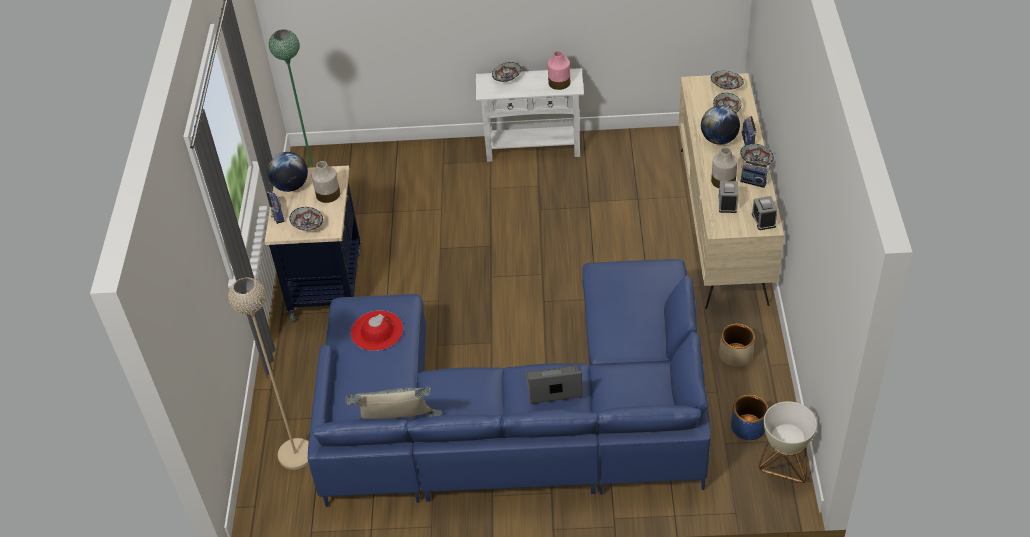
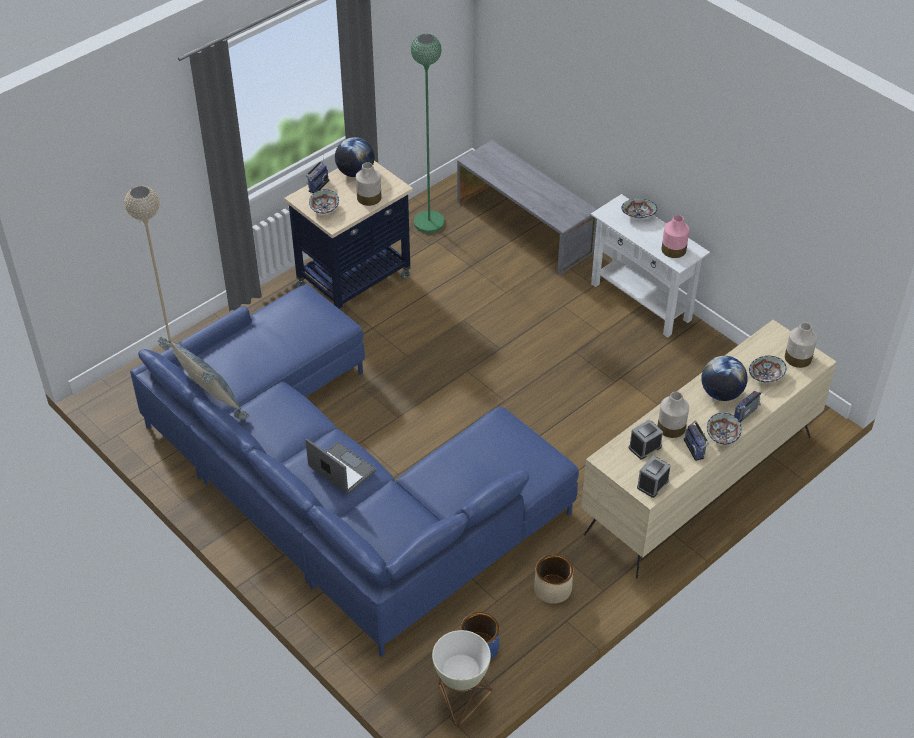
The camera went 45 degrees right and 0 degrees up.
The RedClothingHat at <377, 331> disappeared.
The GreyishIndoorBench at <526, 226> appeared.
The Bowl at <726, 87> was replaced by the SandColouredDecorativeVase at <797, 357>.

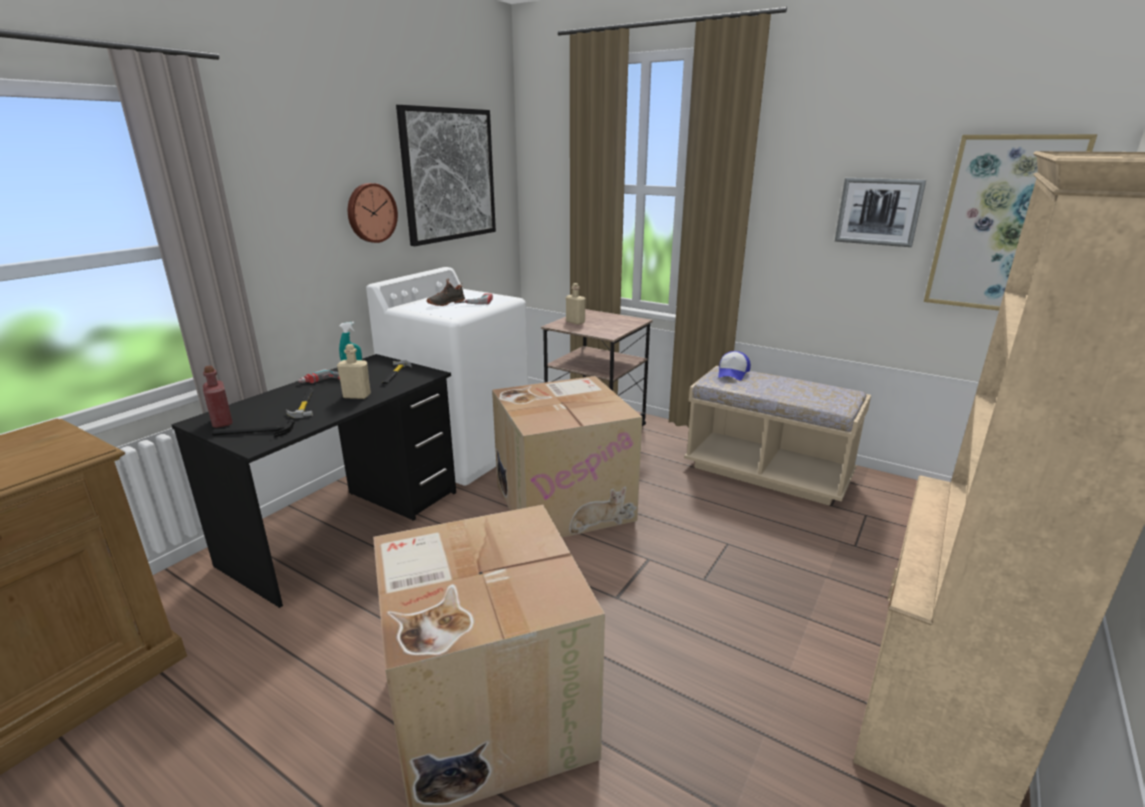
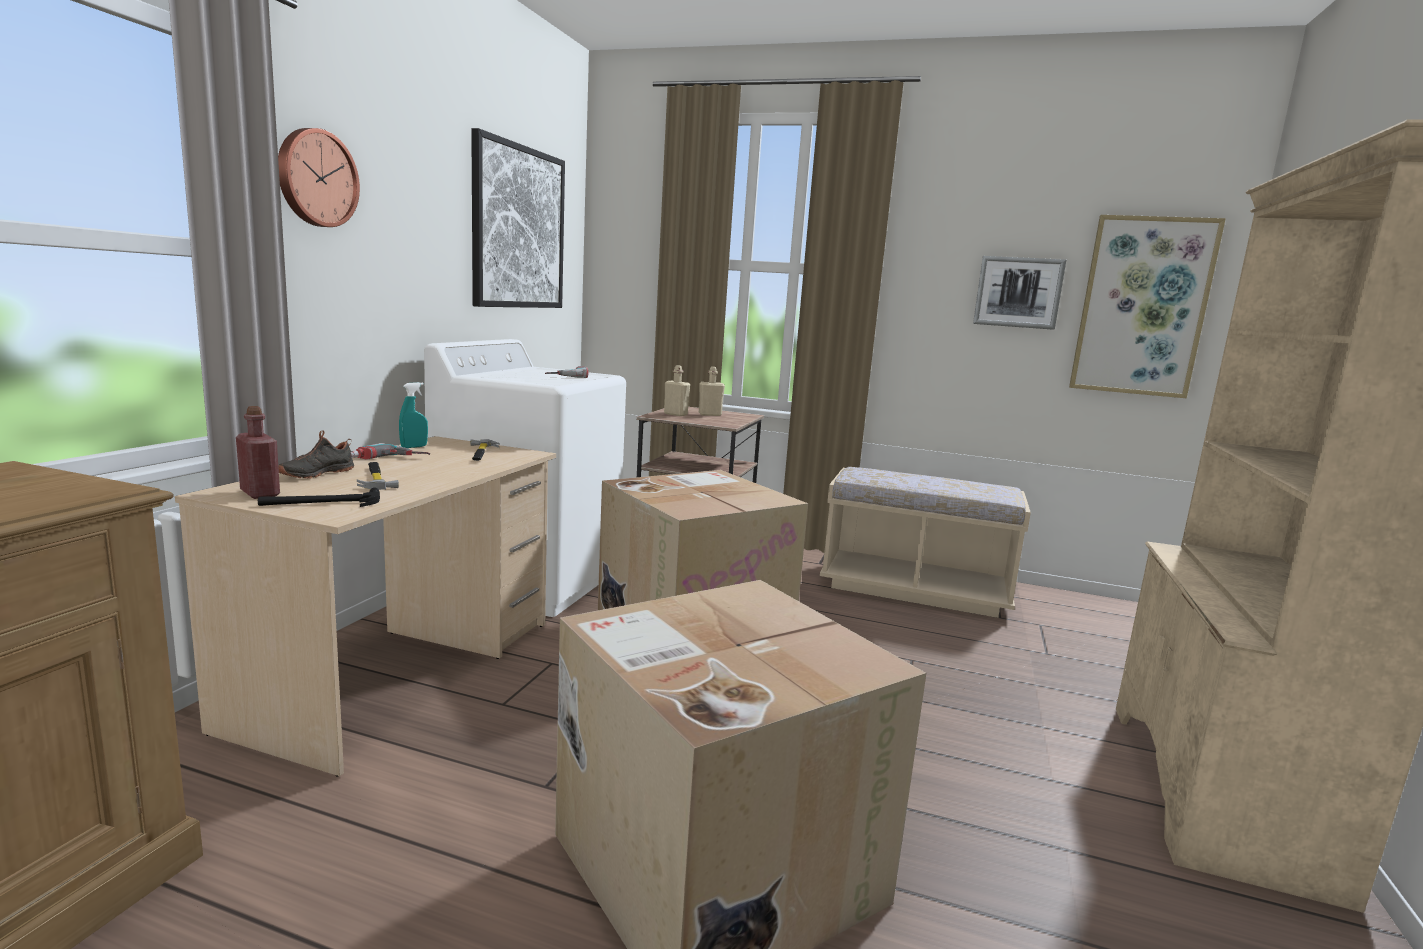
The camera went 15 degrees left and 10 degrees down.
The Cap at <733, 373> disappeared.
The SandColouredBottle moved from <357, 396> to <710, 414>.
The WallClock moved from <371, 213> to <316, 178>.
The BlackColouredLowShoe moved from <445, 303> to <316, 473>.
The BlackColouredDeskTable at <347, 527> became the SandColouredDeskTable at <402, 671>.

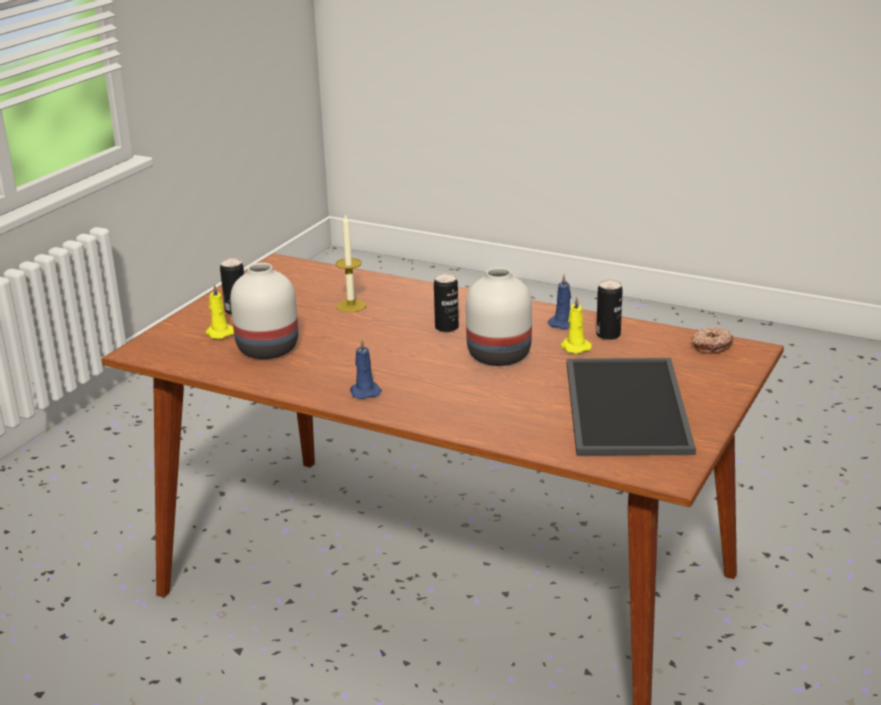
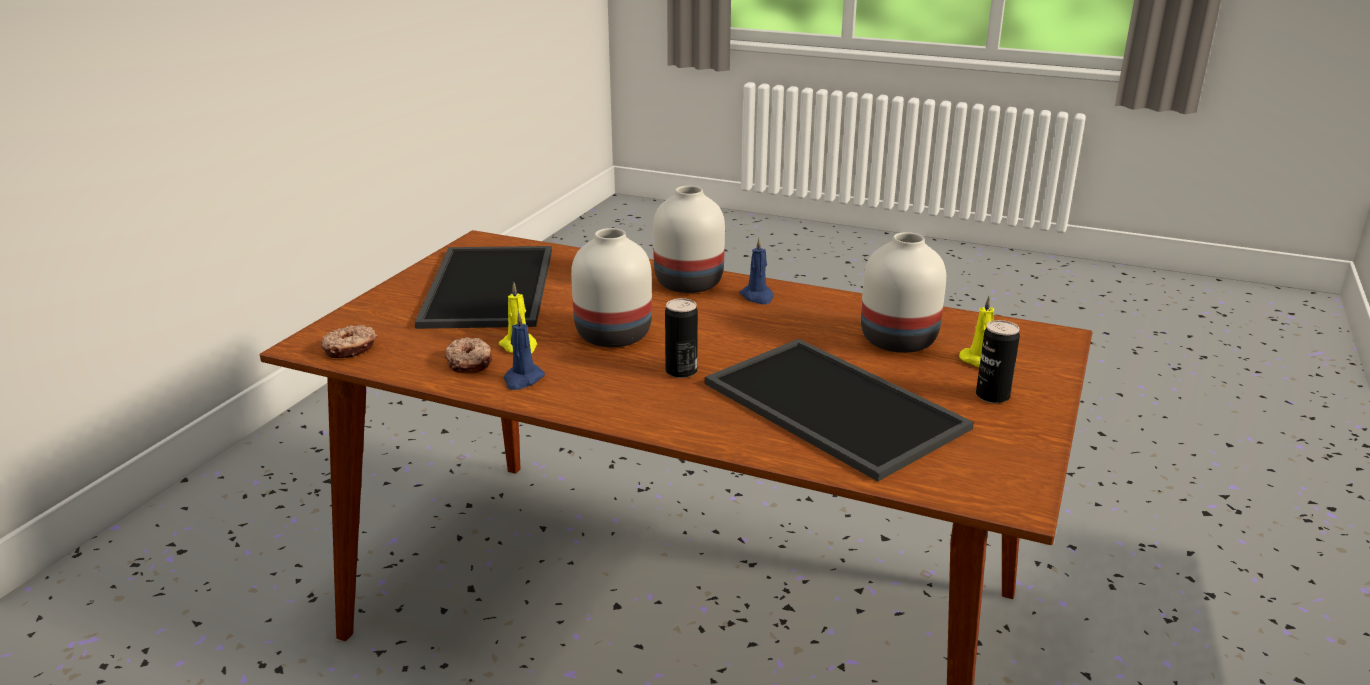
The camera went 175 degrees right and 0 degrees up.
The WhiteDecorativeVase at <690, 283> appeared.
The Candle at <351, 306> was replaced by the Tray at <828, 406>.
The SealedCan at <608, 335> was replaced by the Donut at <470, 363>.

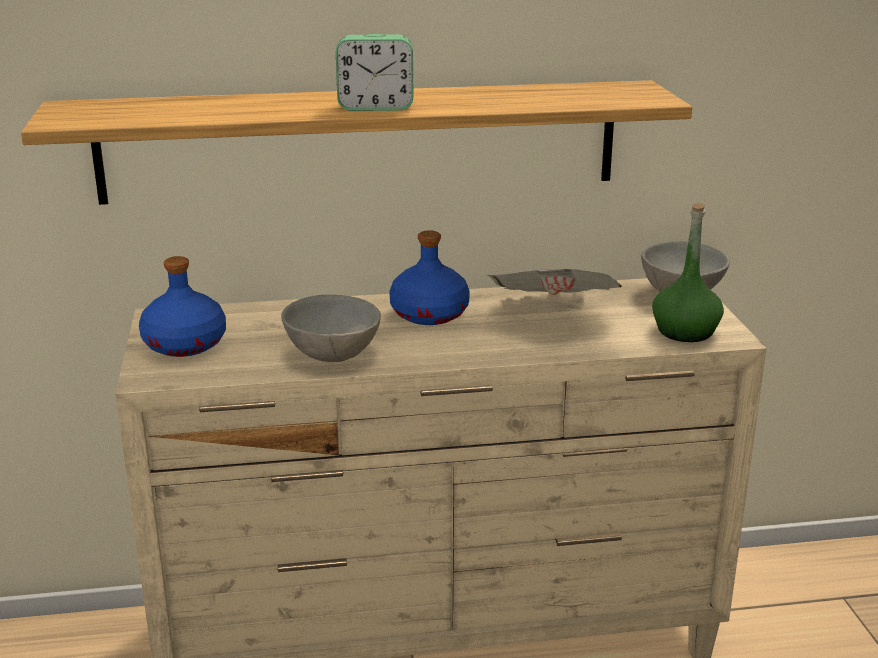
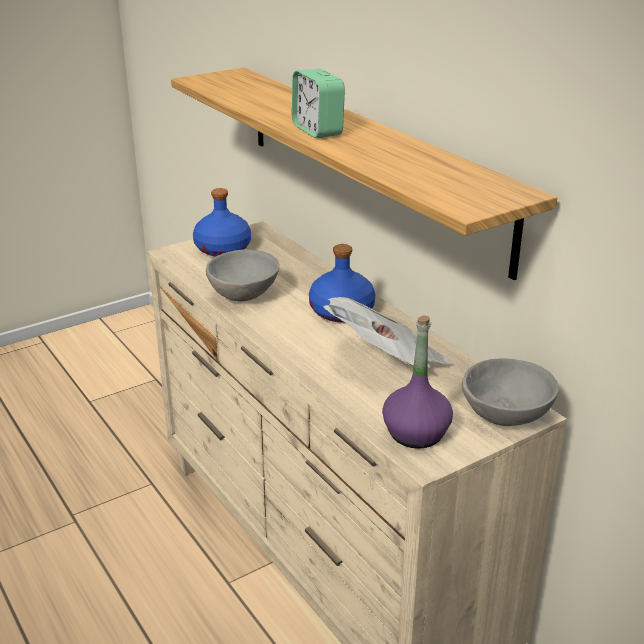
The camera went 65 degrees right and 5 degrees up.
The GreenColouredBottle at <685, 332> became the PurplishBottle at <415, 433>.

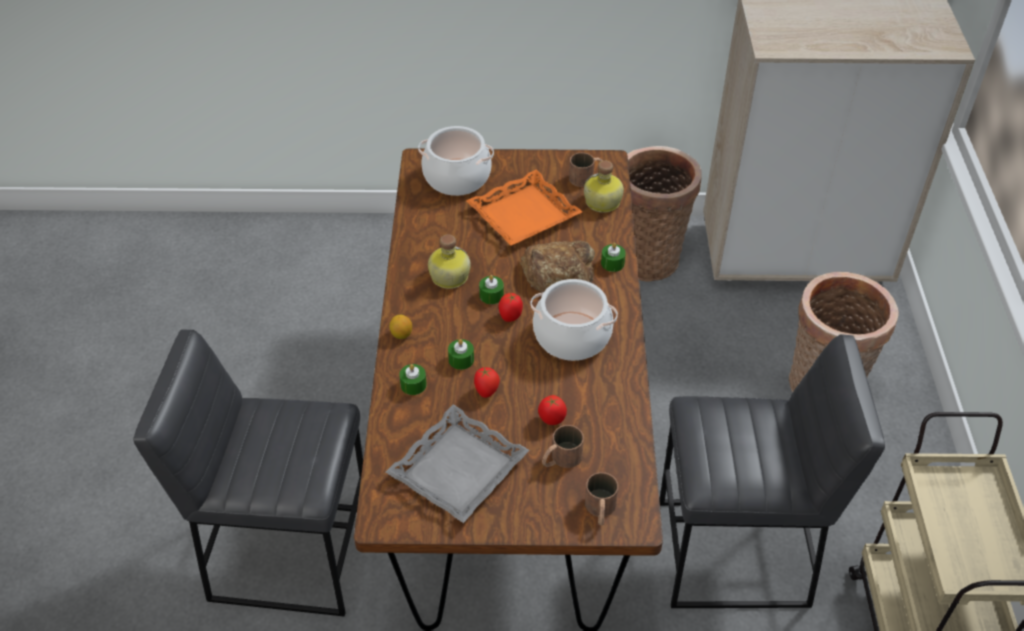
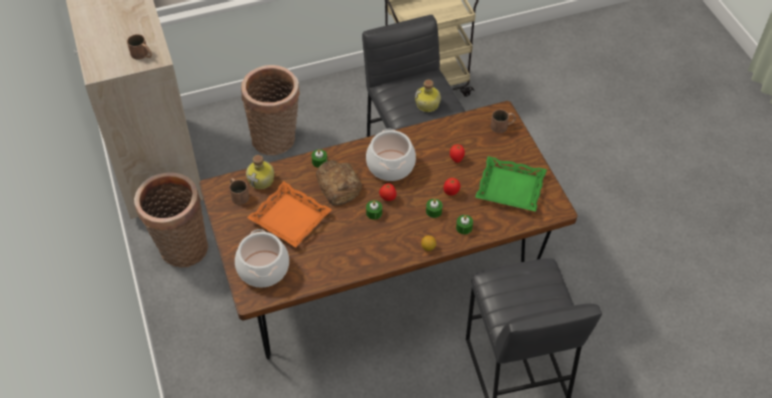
The camera went 110 degrees left and 5 degrees up.
The Bottle moved from <448, 276> to <428, 105>.
The BrownColouredCoffeeMug moved from <560, 459> to <142, 55>.
The GreyishTray at <459, 470> became the GreenColouredTray at <510, 188>.

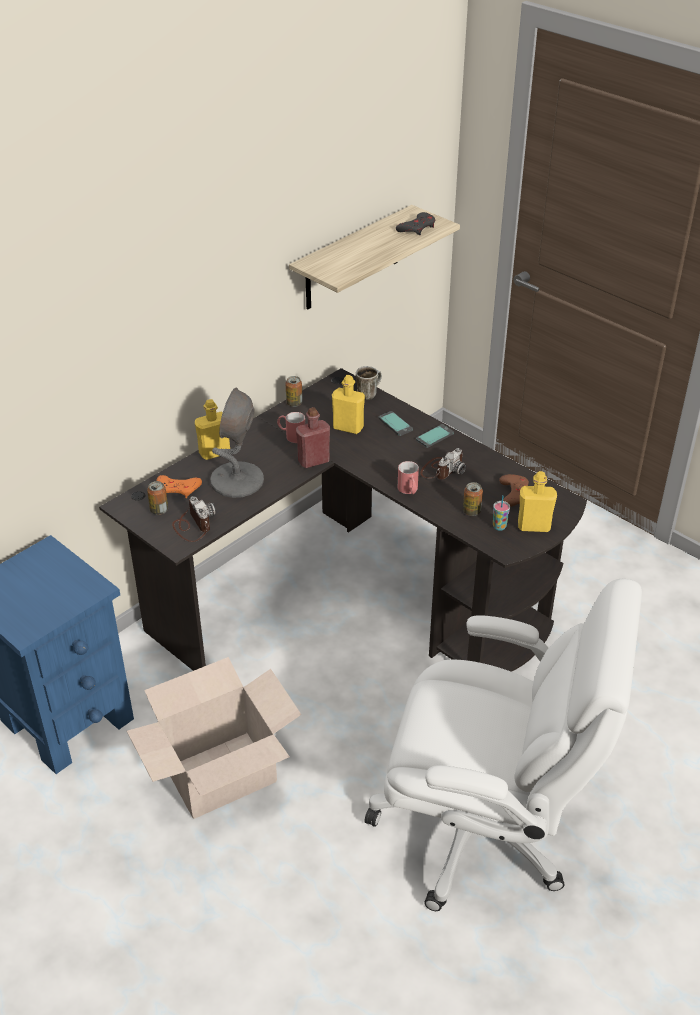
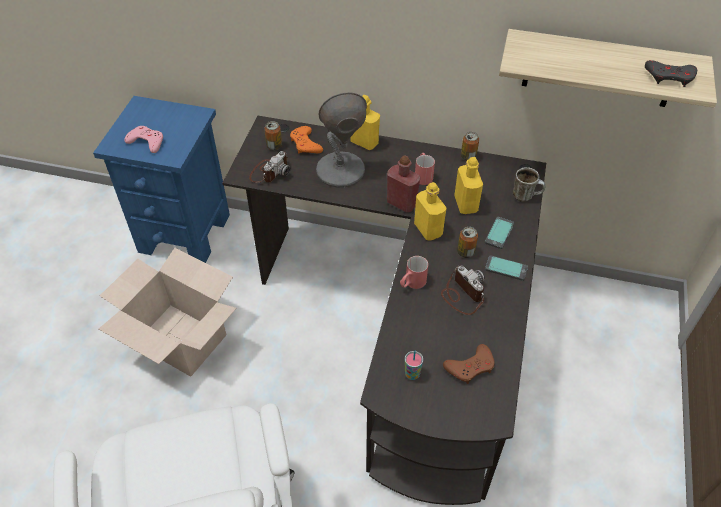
The camera went 60 degrees right and 10 degrees up.
The PinkColouredGamepad at <146, 142> appeared.
The SealedCan moved from <471, 511> to <465, 252>.
The YellowBottle moved from <534, 526> to <428, 230>.
The PhotoCamera at <442, 469> turned 135 degrees counterclockwise.

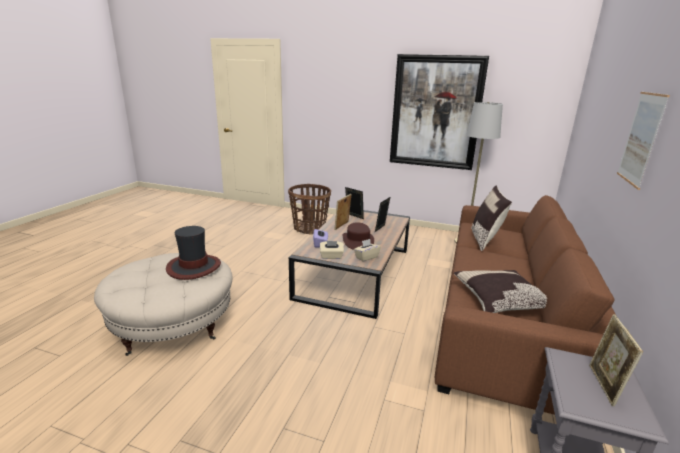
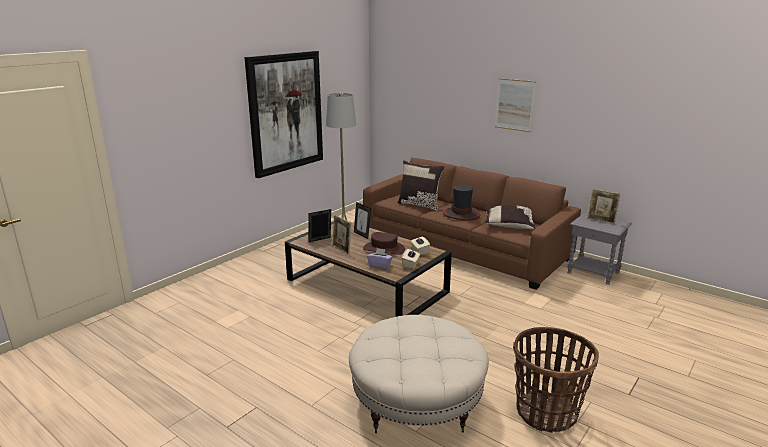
The camera went 70 degrees left and 0 degrees up.
The ClothingHat moved from <194, 267> to <461, 214>.
The StorageBasket moved from <310, 229> to <546, 413>.

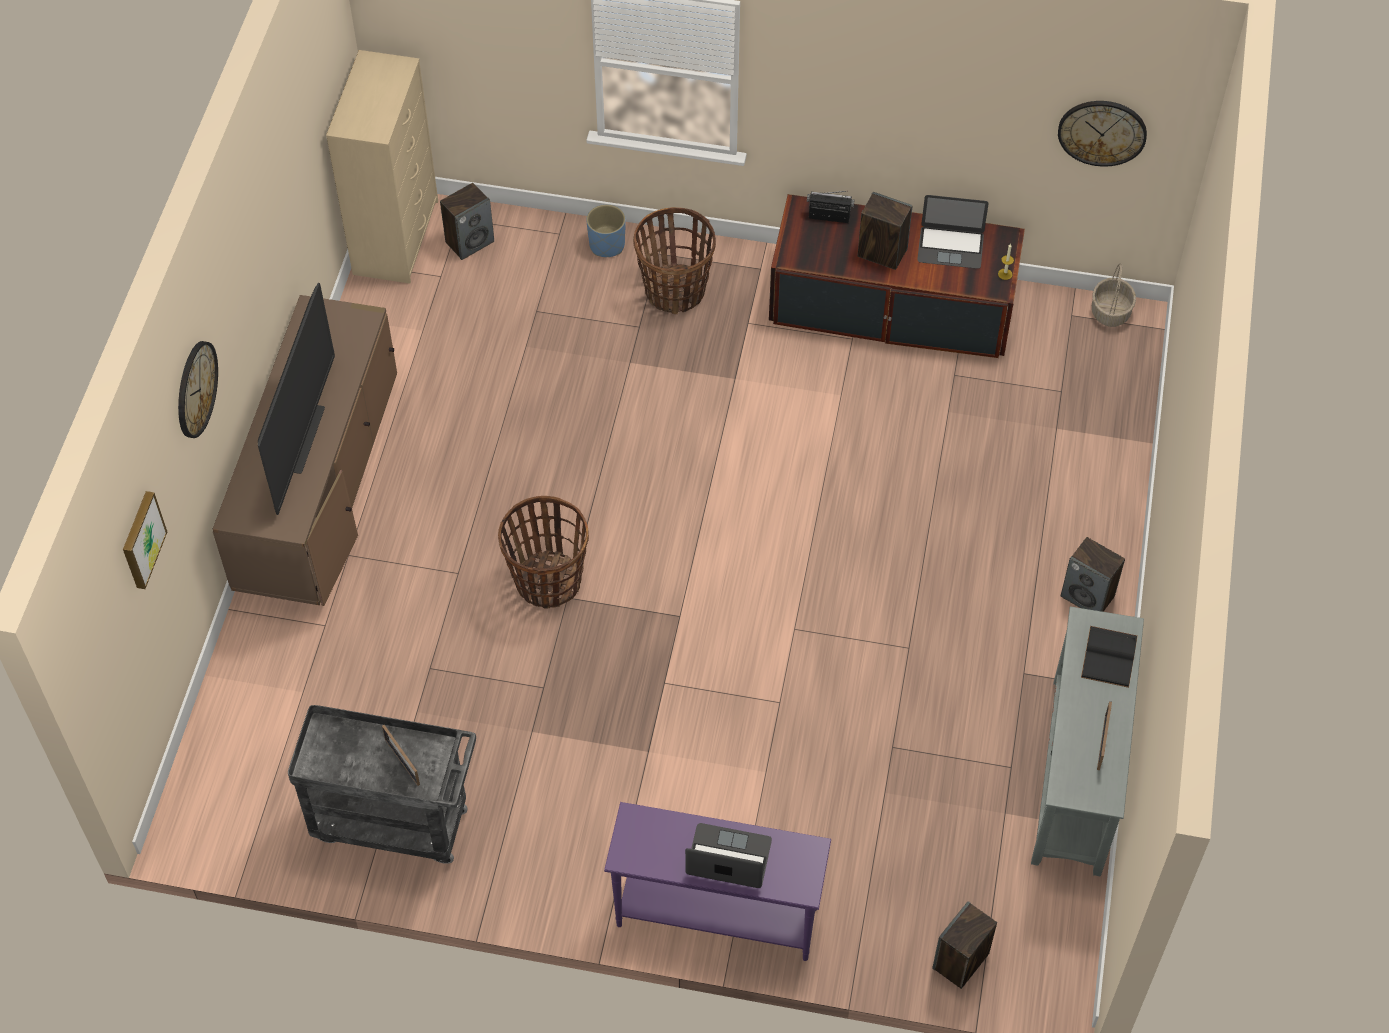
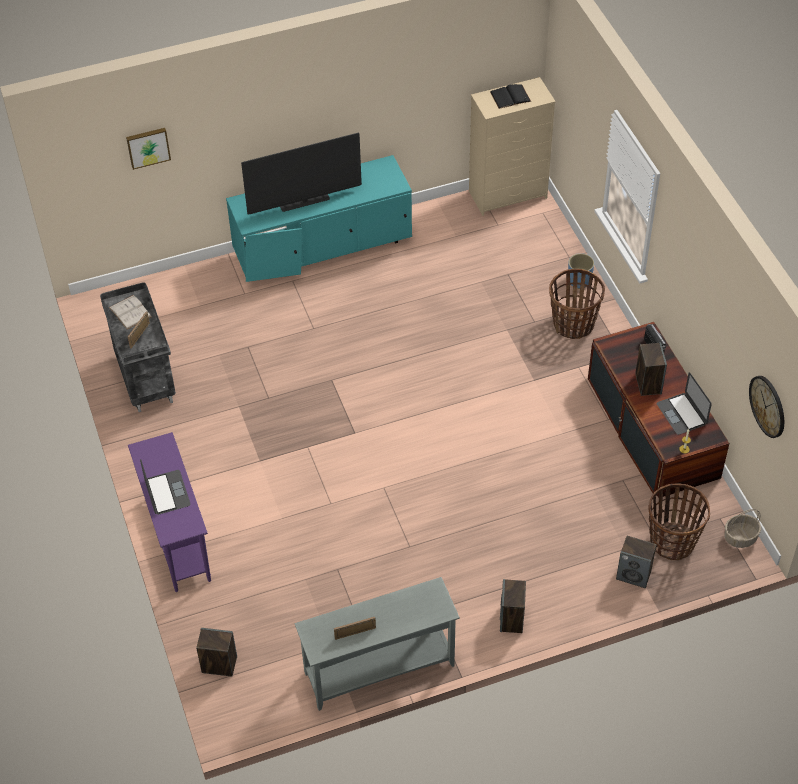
The camera went 60 degrees right and 5 degrees down.
The WallClock at <195, 389> disappeared.
The WhiteVolume at <130, 312> appeared.
The Speaker moved from <470, 242> to <634, 575>.
The StorageBasket moved from <547, 581> to <672, 541>.
The BlackColouredVolume moved from <1109, 656> to <510, 96>.
The BrownColouredTvStand at <322, 493> became the TurquoiseColouredTvStand at <322, 251>.

